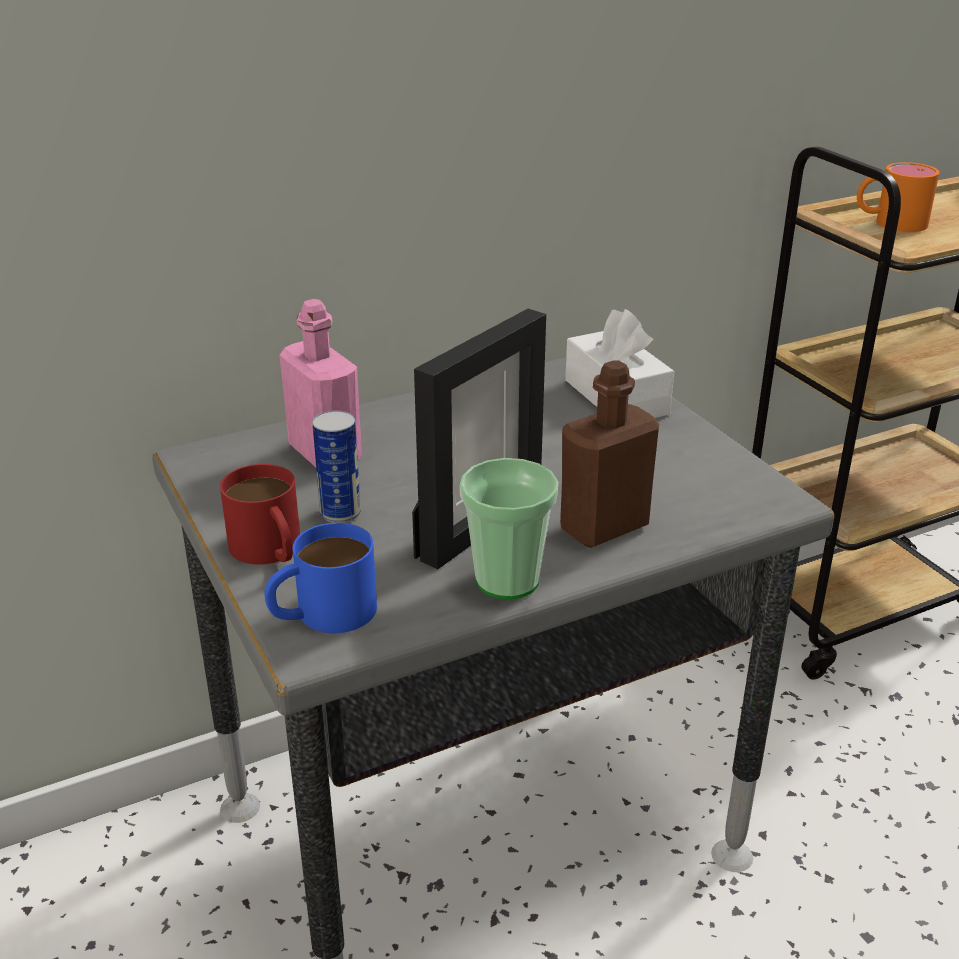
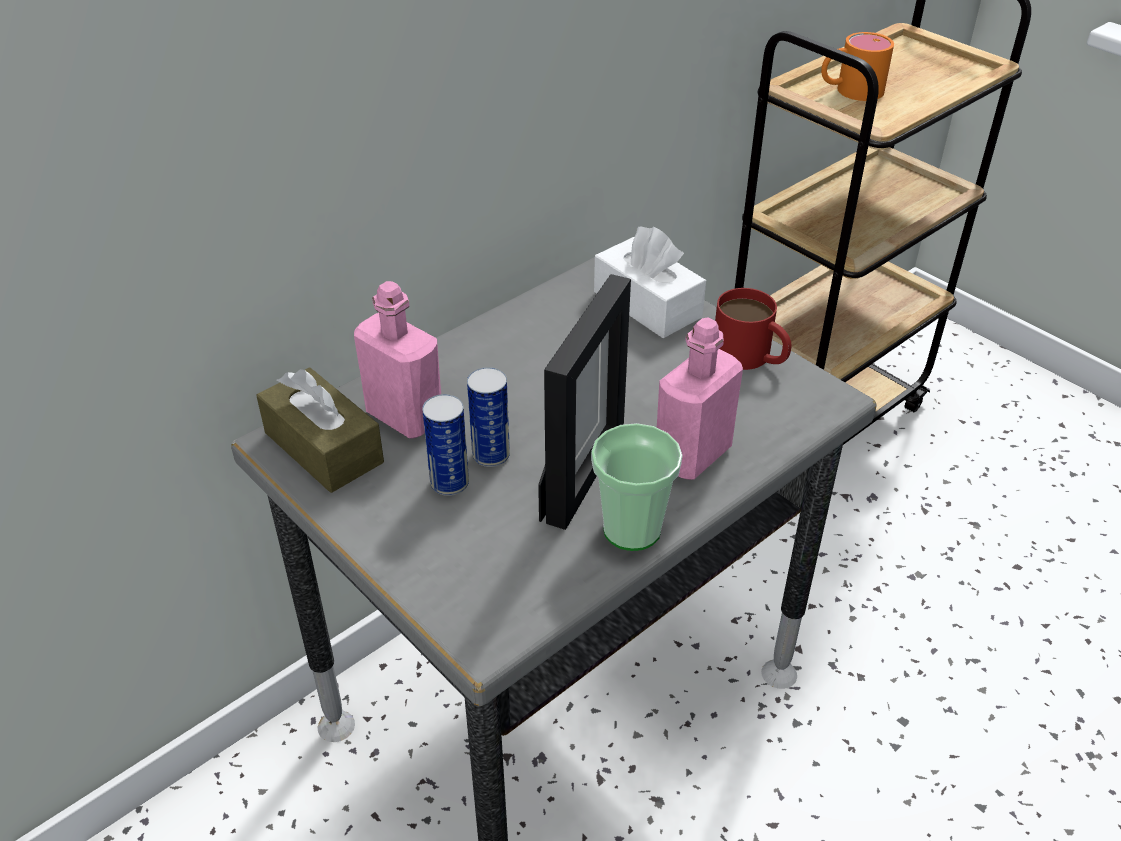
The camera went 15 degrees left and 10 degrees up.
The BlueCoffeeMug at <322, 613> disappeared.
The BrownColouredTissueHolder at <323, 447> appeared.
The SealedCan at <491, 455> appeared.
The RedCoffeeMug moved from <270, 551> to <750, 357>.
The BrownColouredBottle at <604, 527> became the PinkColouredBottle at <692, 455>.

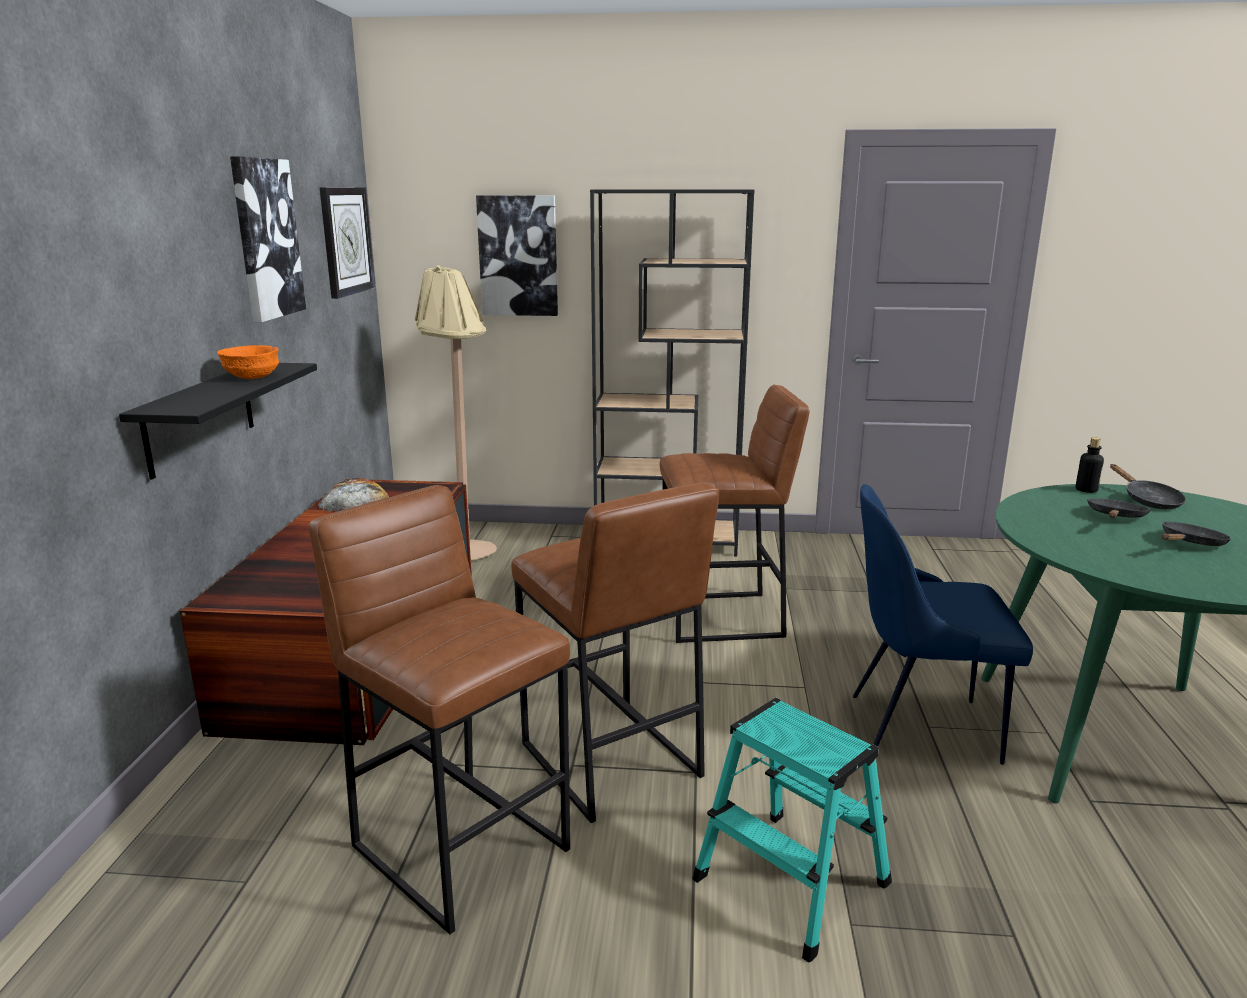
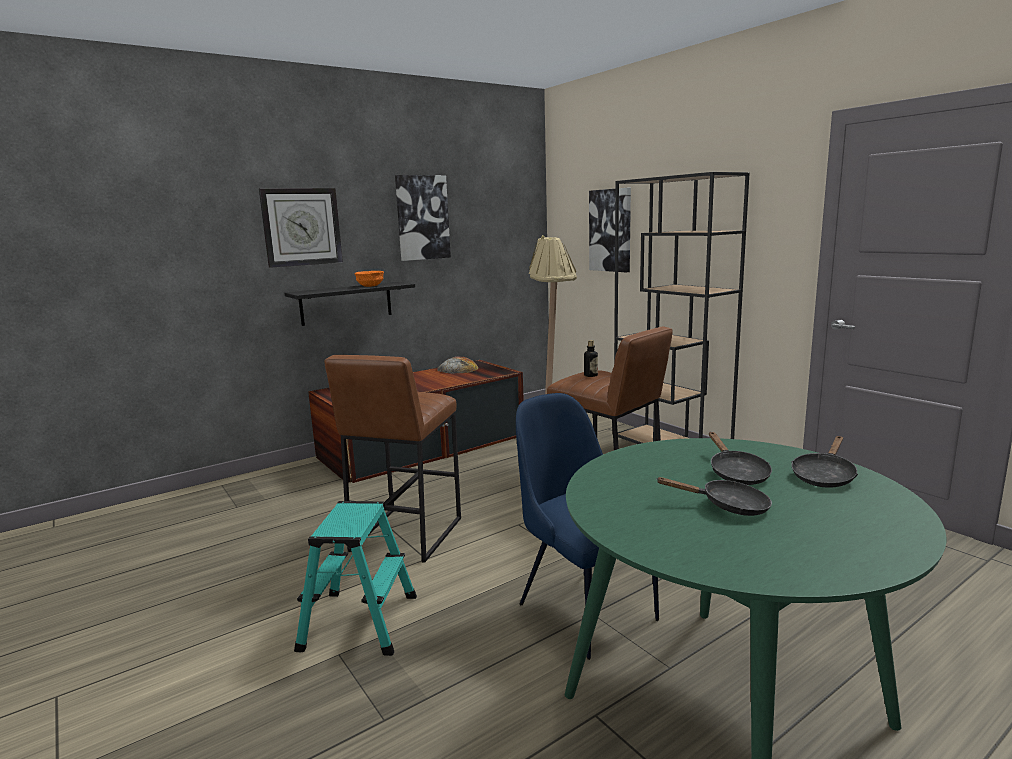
The camera went 50 degrees right and 5 degrees down.
The BrownColouredSittingStool at <458, 845> disappeared.
The WallClock moved from <346, 241> to <301, 227>.
The Bottle moved from <1086, 490> to <590, 375>.
The BlackColouredPan at <1115, 517> turned 90 degrees clockwise.

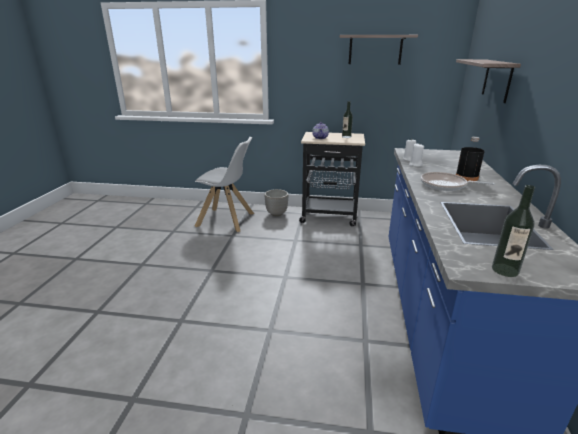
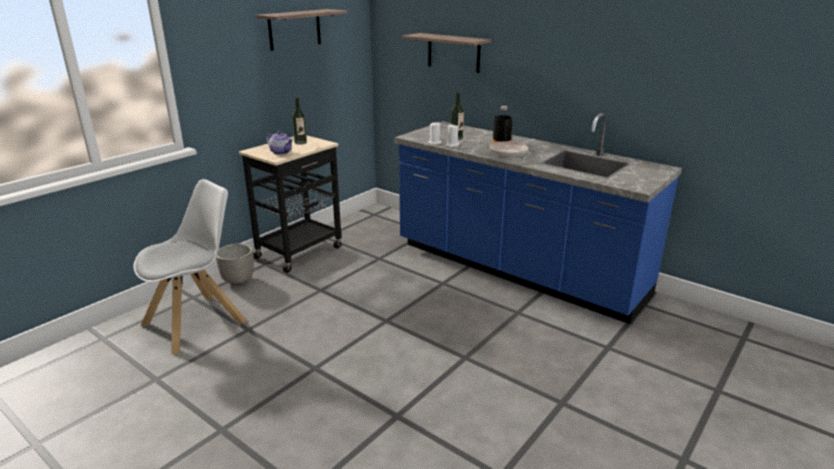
The camera went 60 degrees left and 0 degrees up.
The Bottle moved from <505, 270> to <456, 138>.

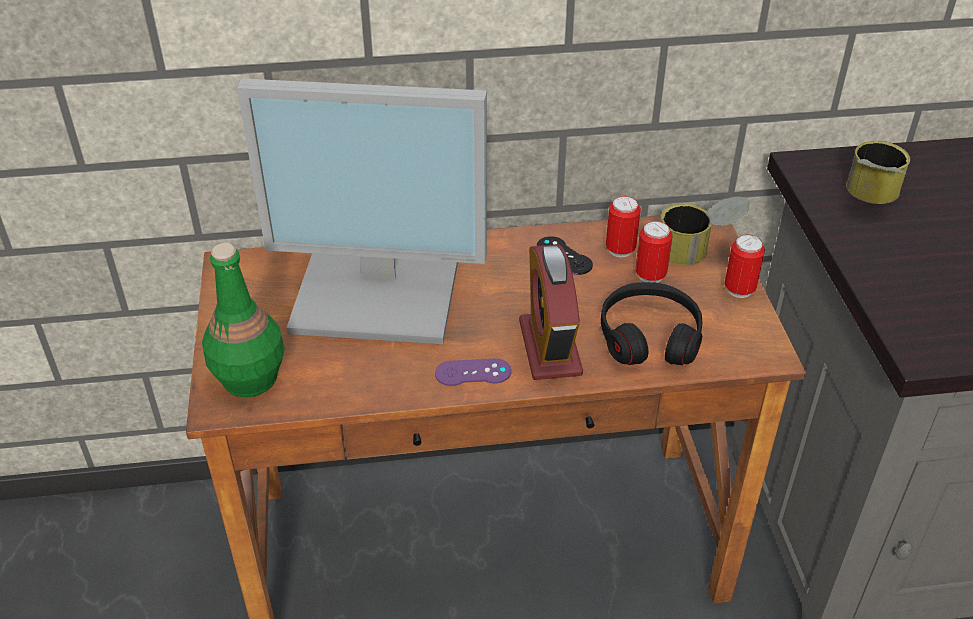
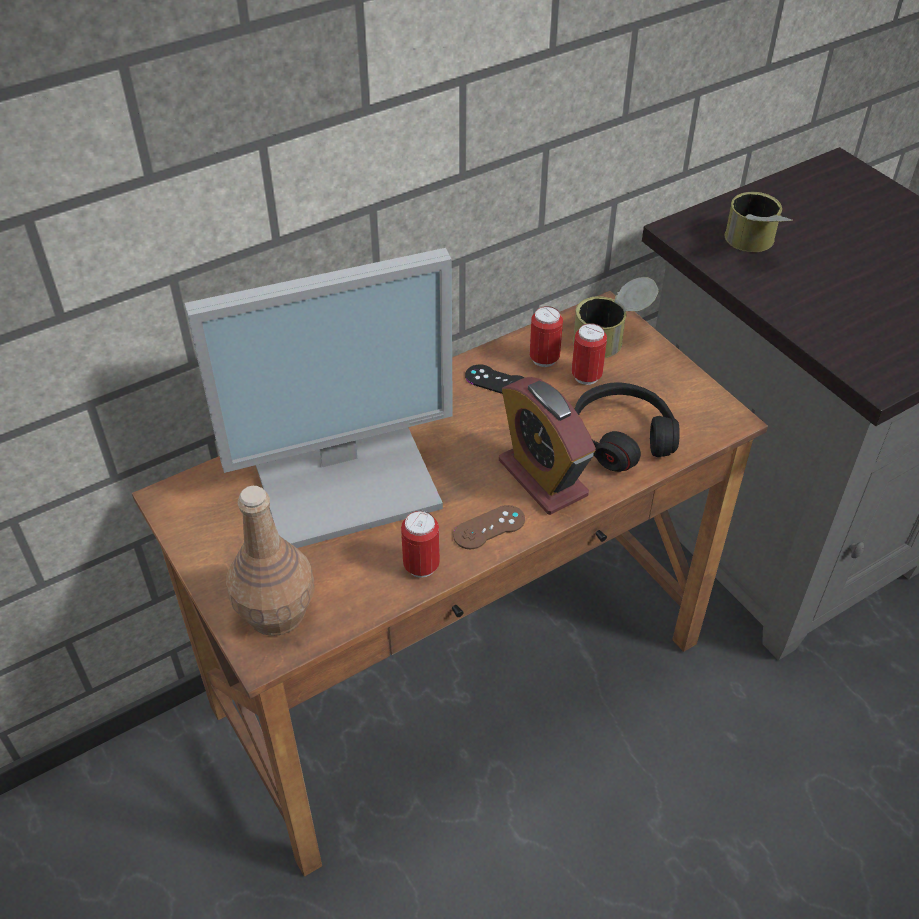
The camera went 25 degrees left and 5 degrees up.
The SealedCan moved from <739, 289> to <421, 566>.
The GreenColouredBottle at <249, 378> became the BrownColouredBottle at <275, 612>.
The PurplishGamepad at <473, 372> became the BrownColouredGamepad at <489, 527>.

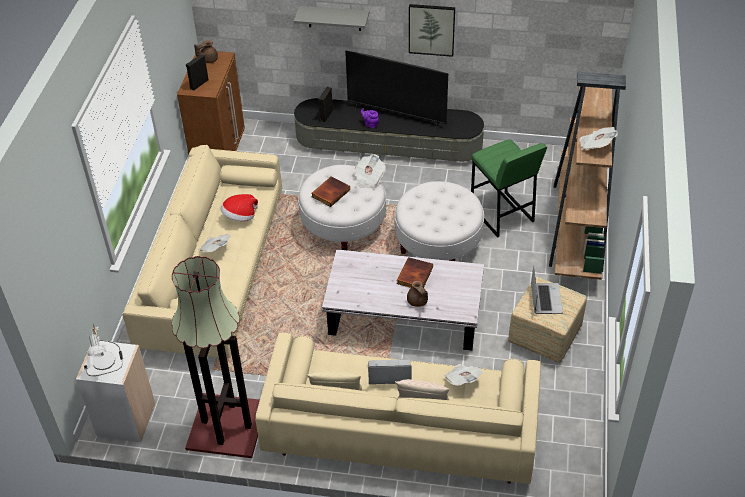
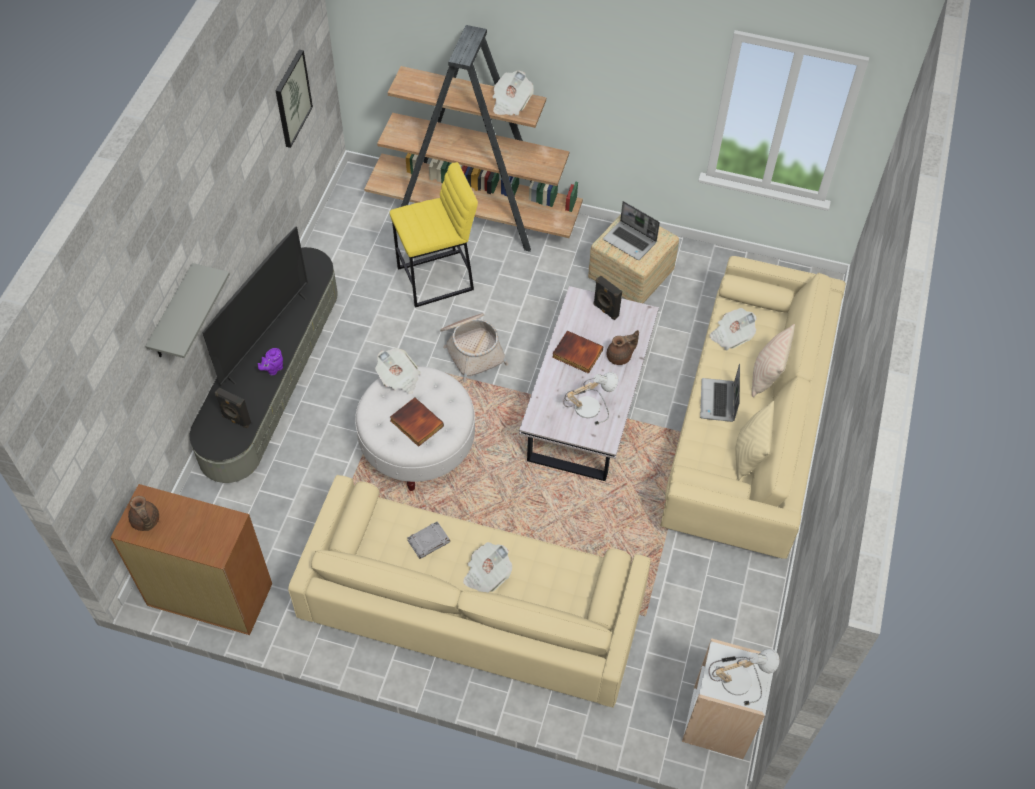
The camera went 85 degrees left and 10 degrees up.
The StandingLamp at <225, 426> disappeared.
The TableLamp at <588, 405> appeared.
The BlackColouredSpeaker moved from <198, 84> to <605, 310>.
The WallArt moved from <431, 29> to <292, 98>.
The ClothingHat at <240, 217> was replaced by the GreyishVolume at <429, 541>.
The WhiteFootrest at <438, 243> was replaced by the StorageBasket at <472, 349>.
The GreenColouredSittingStool at <502, 215> became the YellowSittingStool at <437, 278>.
The PortableComputer at <545, 298> turned 150 degrees counterclockwise.

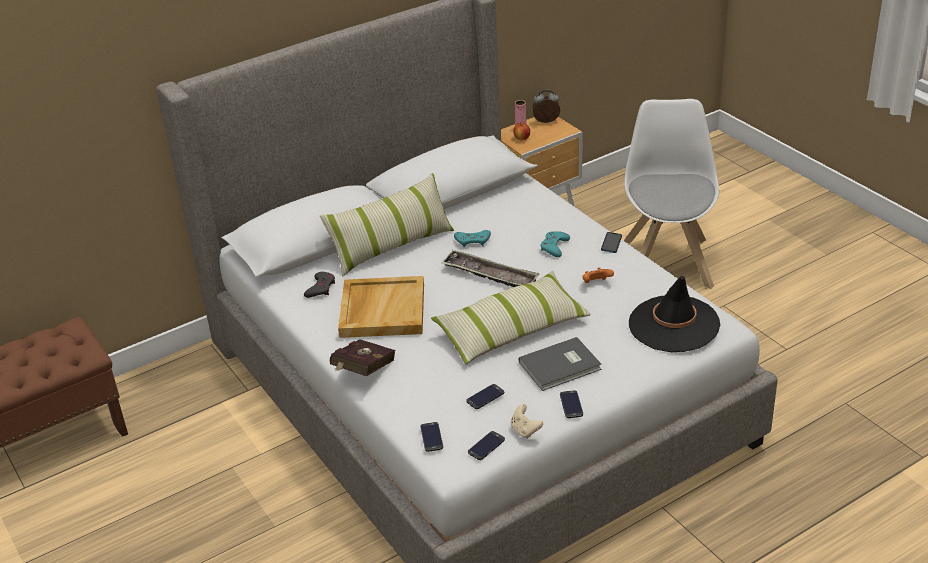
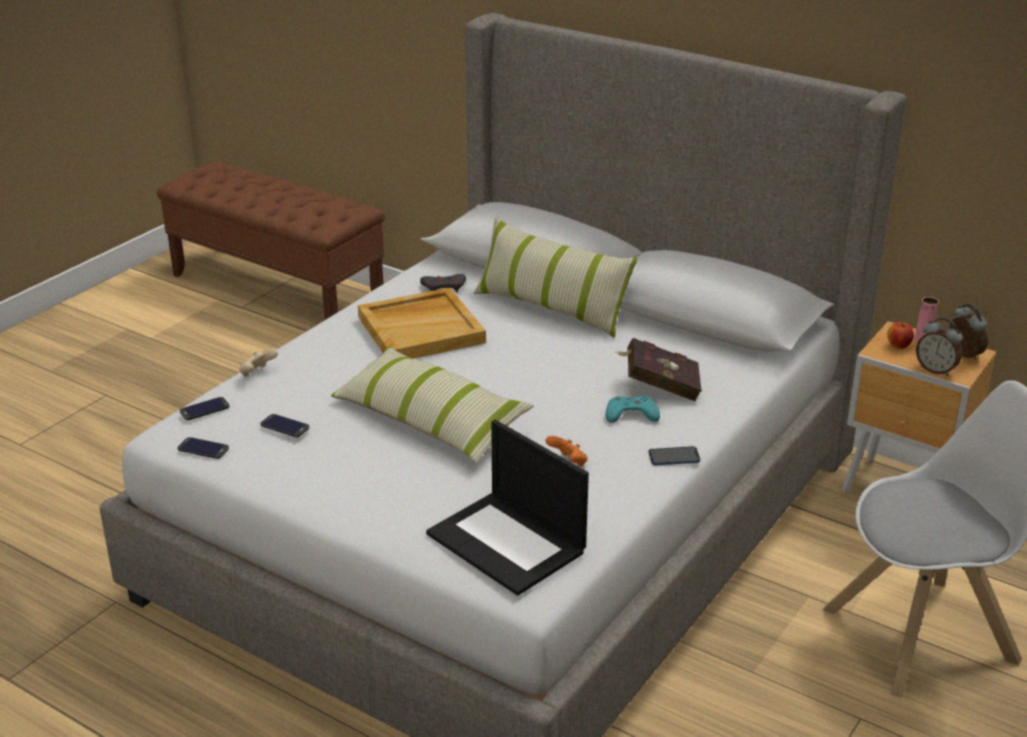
The camera went 65 degrees right and 5 degrees down.
The Tray at <490, 275> disappeared.
The TurquoiseColouredGamepad at <473, 241> disappeared.
The GreyishVolume at <561, 366> disappeared.
The Handset at <571, 404> disappeared.
The AlarmClock at <936, 370> appeared.
The RedVolume moved from <362, 372> to <658, 386>.
The SandColouredGamepad moved from <525, 430> to <257, 374>.
The BlackColouredClothingHat at <673, 324> was replaced by the PortableComputer at <508, 543>.

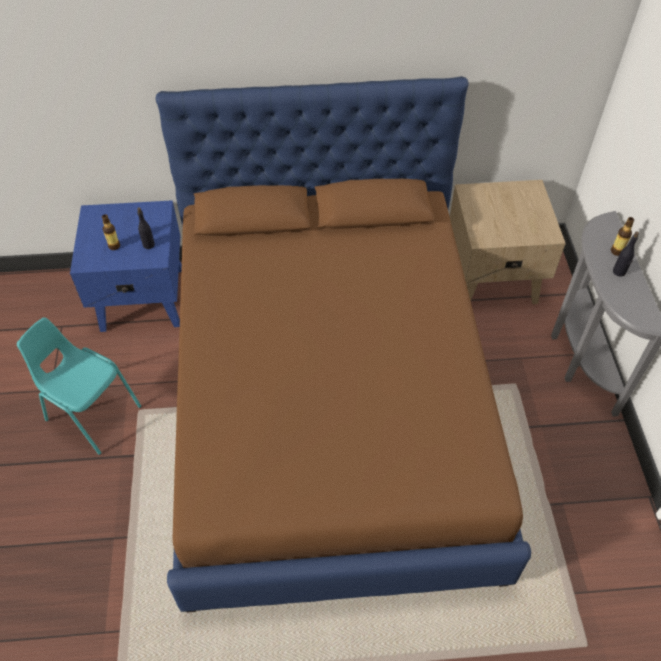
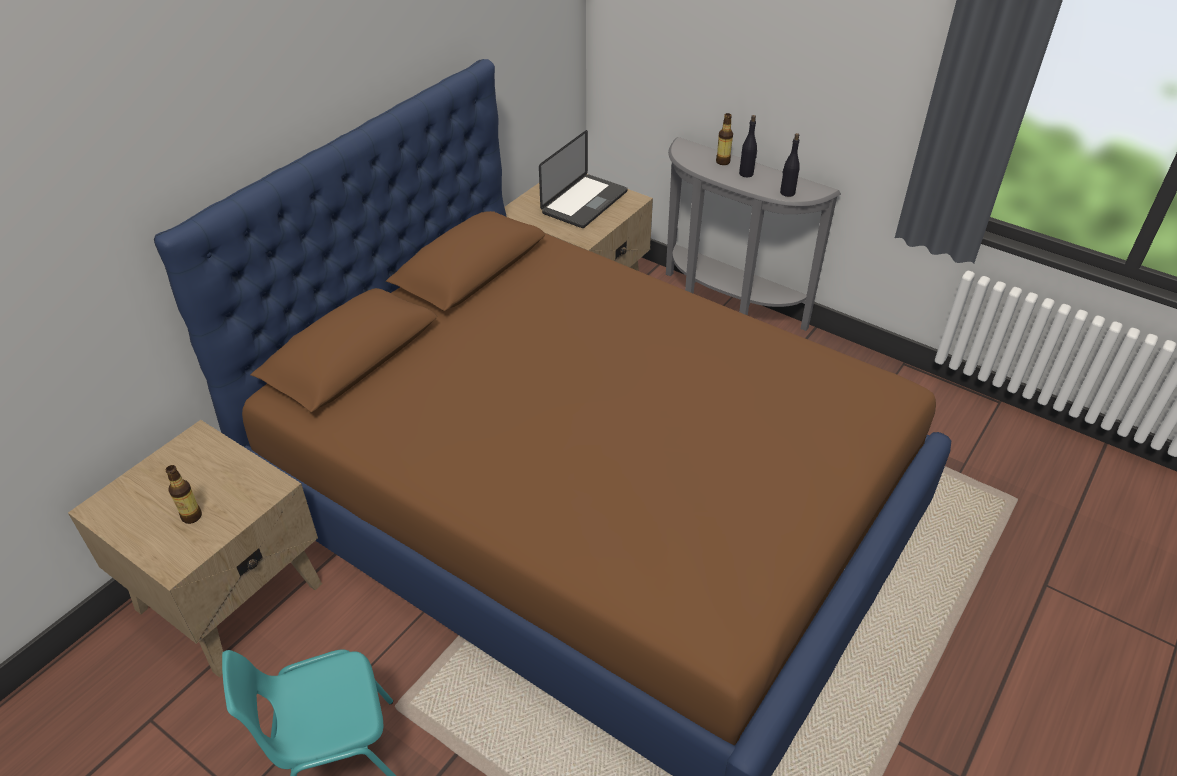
The camera went 50 degrees left and 10 degrees down.
The PortableComputer at <584, 202> appeared.
The BlackColouredBottle moved from <149, 245> to <787, 193>.
The BlueNightstand at <144, 298> became the SandColouredNightstand at <231, 595>.

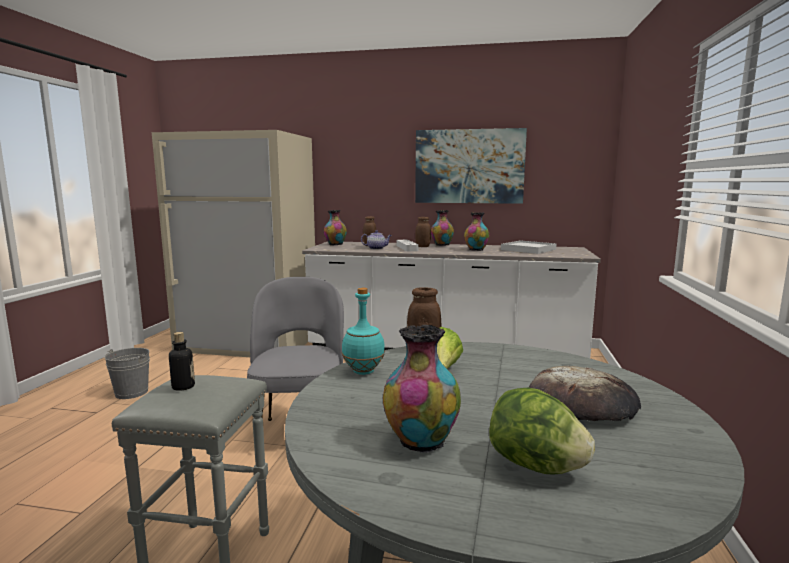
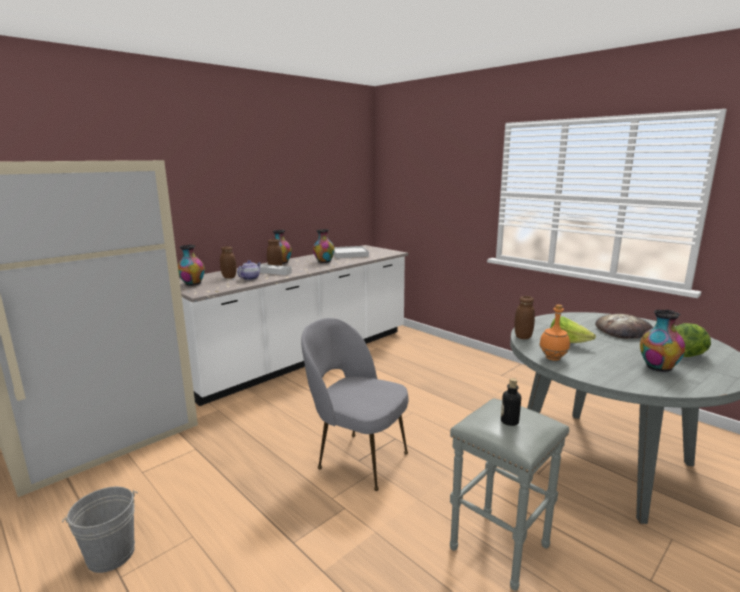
The camera went 55 degrees left and 5 degrees up.
The WallArt at <469, 166> disappeared.
The TurquoiseColouredBottle at <363, 372> became the OrangeBottle at <553, 358>.

